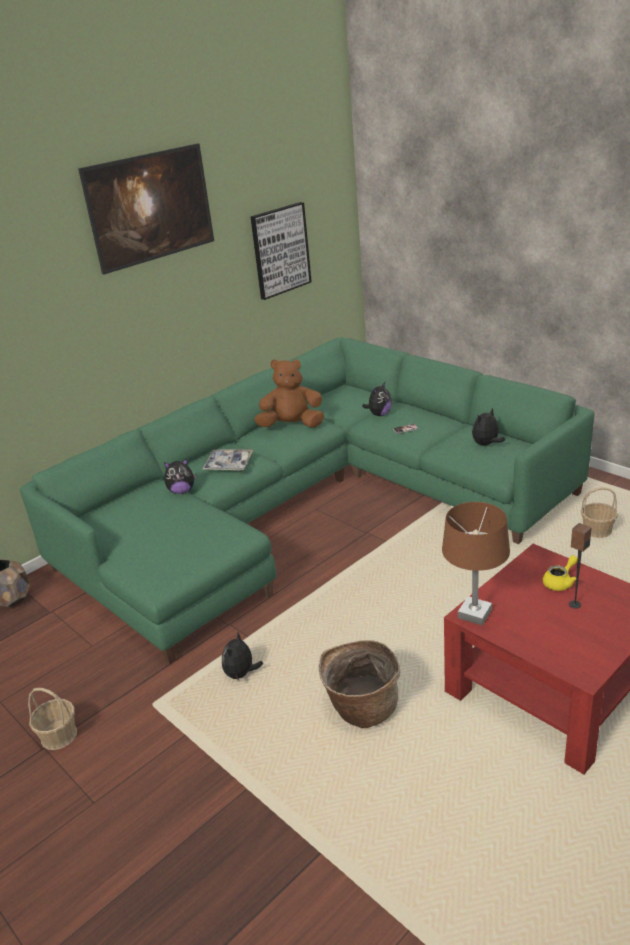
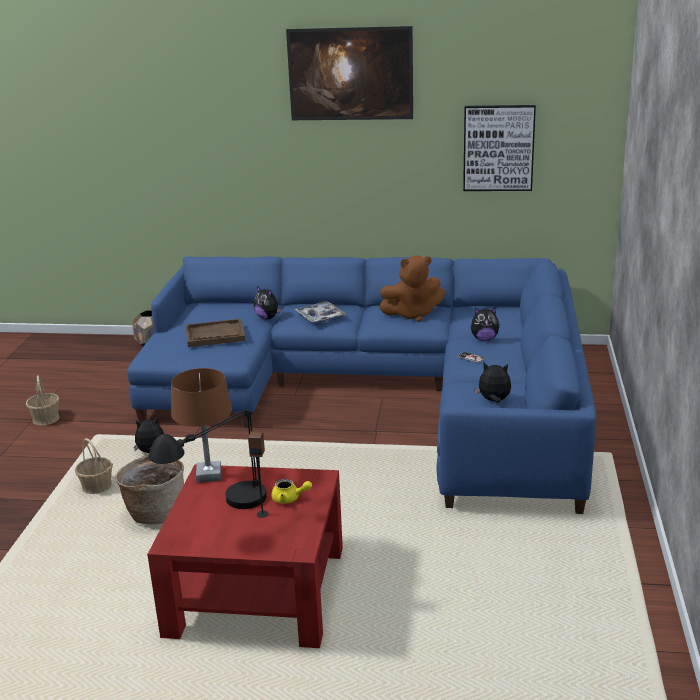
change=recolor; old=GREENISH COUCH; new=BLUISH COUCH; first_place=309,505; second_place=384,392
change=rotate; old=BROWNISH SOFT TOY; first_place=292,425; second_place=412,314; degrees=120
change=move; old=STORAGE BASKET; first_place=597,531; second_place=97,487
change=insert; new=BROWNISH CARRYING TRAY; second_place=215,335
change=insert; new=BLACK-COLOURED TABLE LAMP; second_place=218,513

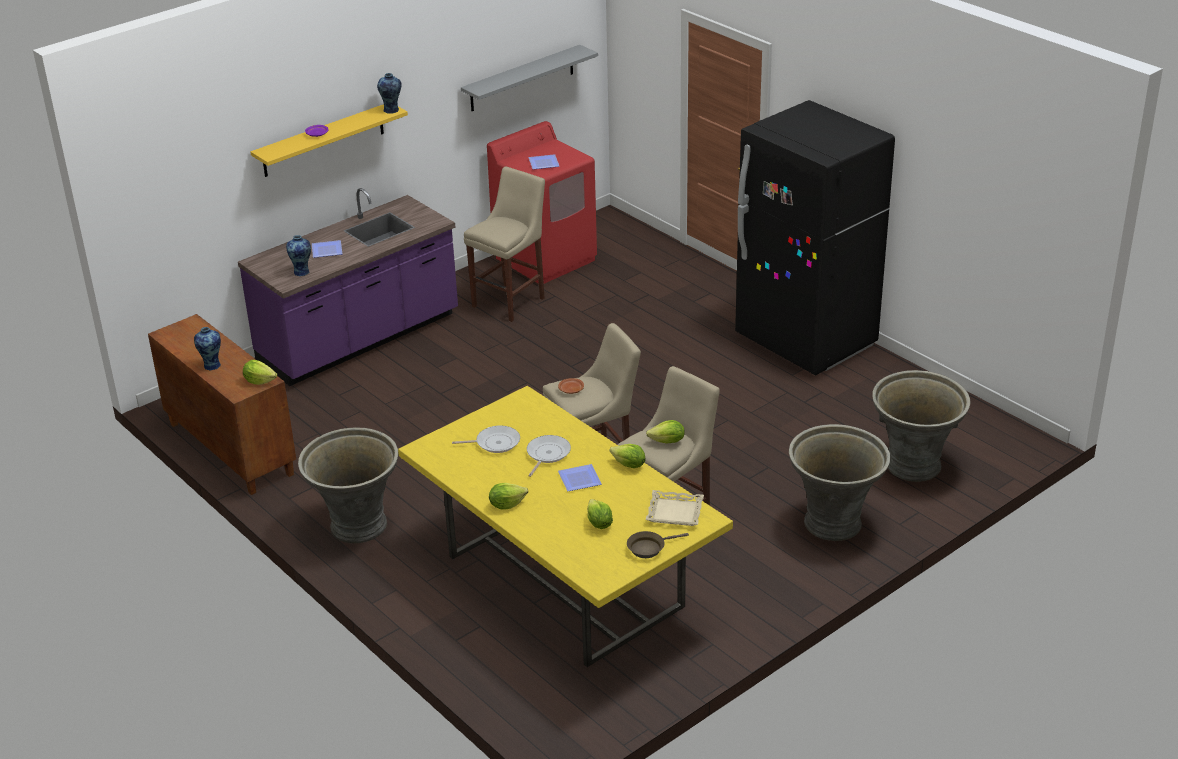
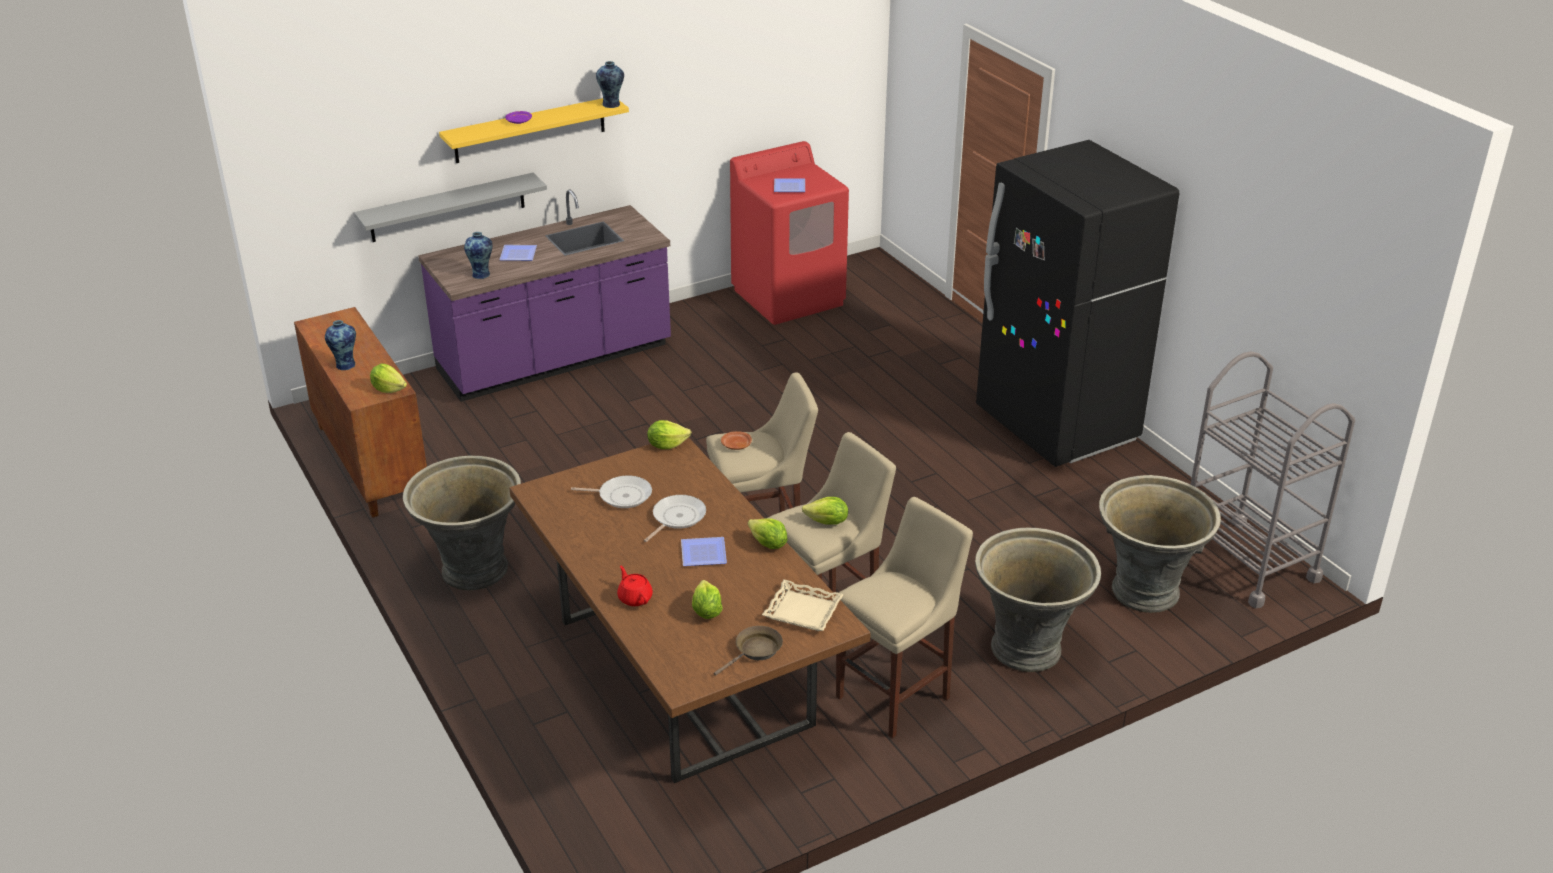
change=move; old=GRAY WALL SHELF; first_place=522,78; second_place=447,207
change=move; old=SAND-COLOURED STOOL SEAT; first_place=511,301; second_place=897,695
change=recolor; old=YELLOW-COLOURED KITCHEN TABLE; new=BROWNISH KITCHEN TABLE; first_place=563,580; second_place=683,669
change=move; old=LETTUCE; first_place=506,504; second_place=667,445
change=rotate; old=BROWNISH PAN; first_place=649,548; second_place=755,651; degrees=150
change=insert; new=GRAY WHEELED CART; second_place=1247,562
change=insert; new=RED-COLOURED TEAPOT; second_place=635,598

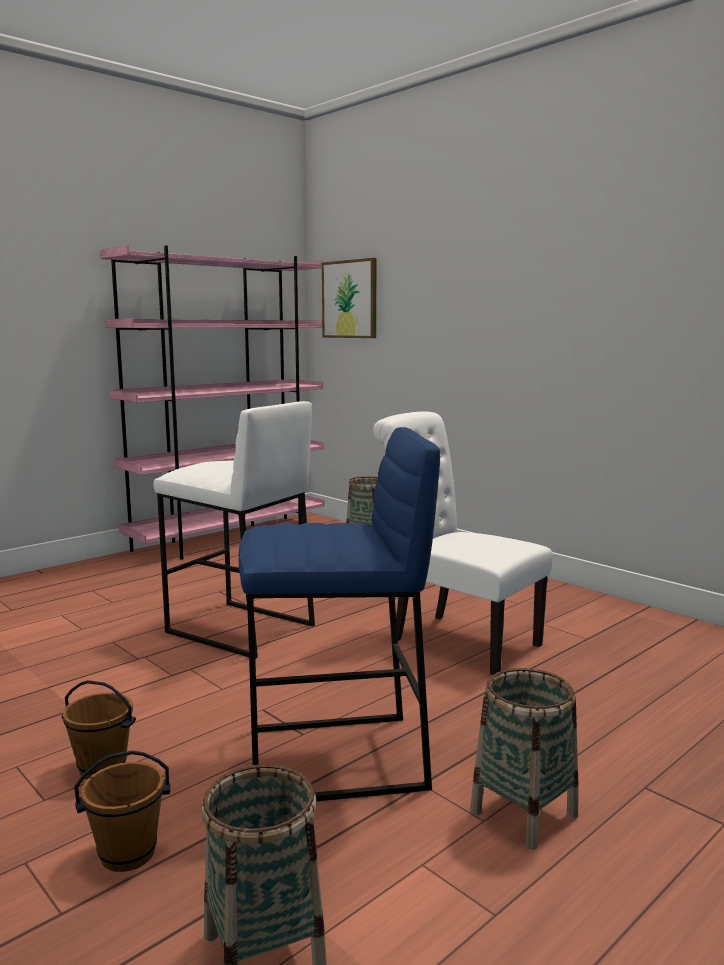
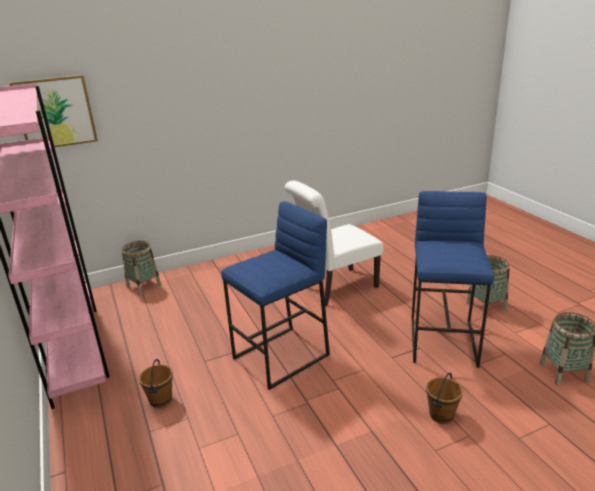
change=recolor; old=WHITE STOOL SEAT; new=BLUISH STOOL SEAT; first_place=239,629; second_place=281,357
change=move; old=BROWNISH WATER BUCKET; first_place=128,853; second_place=160,400

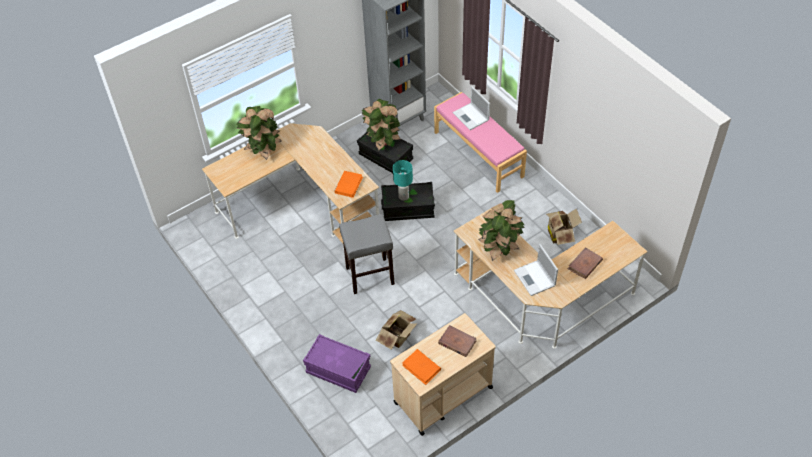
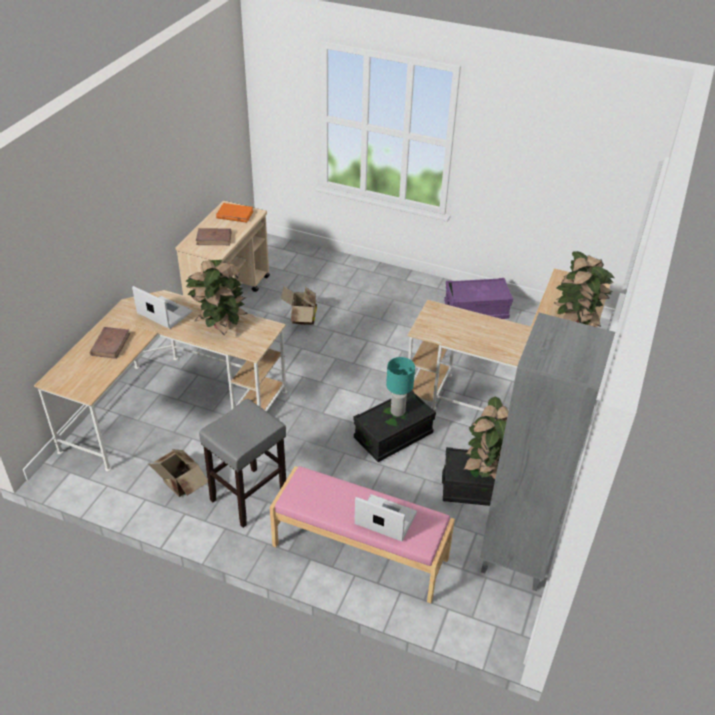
change=delete; old=ORANGE BOUND BOOK; first_place=348,185
change=move; old=GRAY STOOL SEAT; first_place=369,276; second_place=249,496
change=move; old=PURPLISH STORAGE BOX; first_place=338,370; second_place=476,310

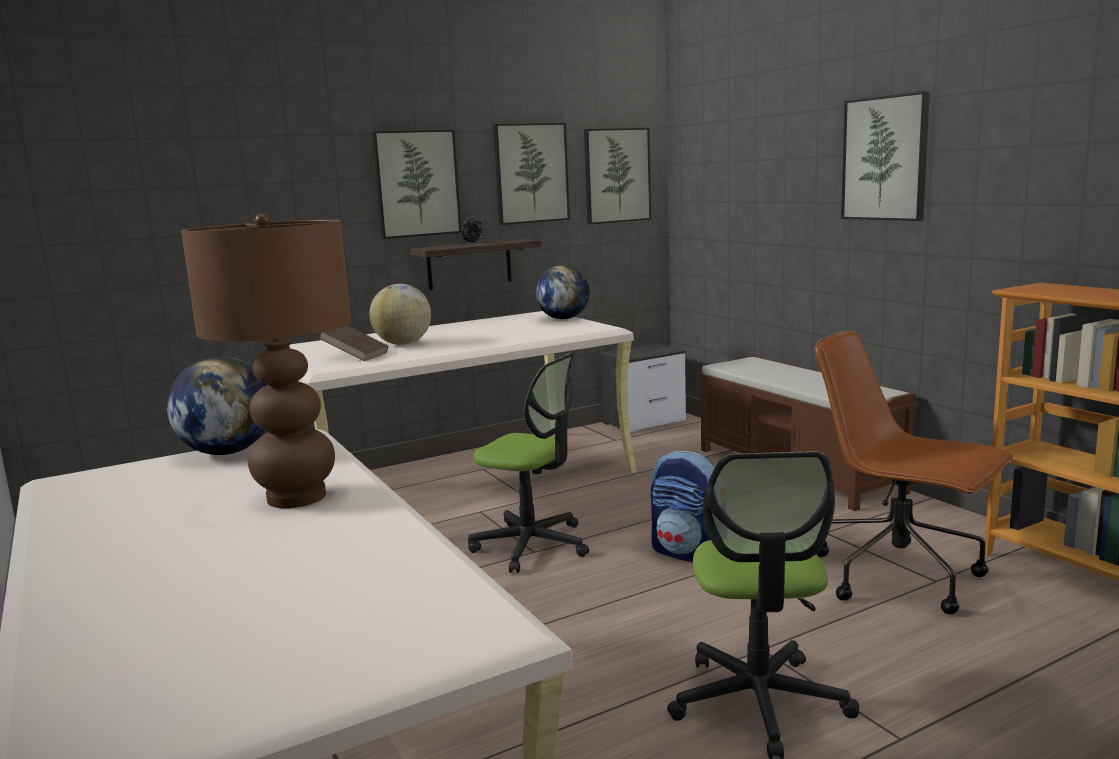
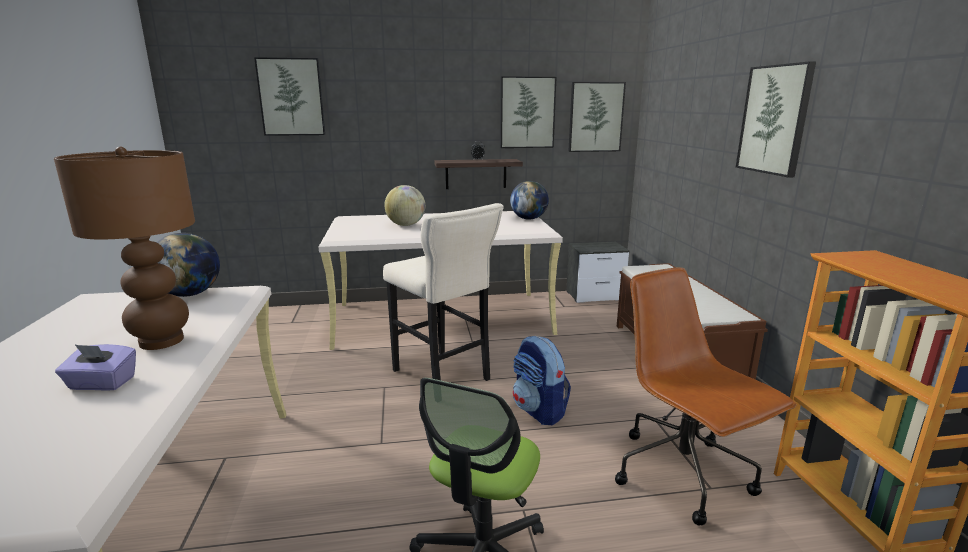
change=move; old=PICTURE; first_place=417,183; second_place=291,97
change=delete; old=BROWNISH BOUND BOOK; first_place=355,356
change=replace; old=OFFICE CHAIR; new=SAND-COLOURED STOOL SEAT; first_place=531,545; second_place=443,377
change=insert; new=PURPLISH TISSUE HOLDER; second_place=102,384

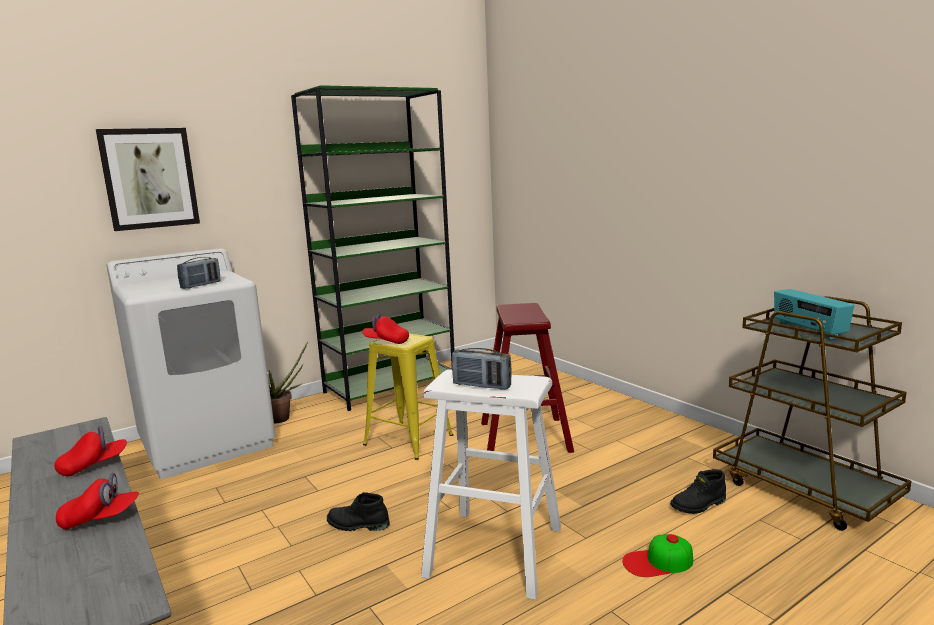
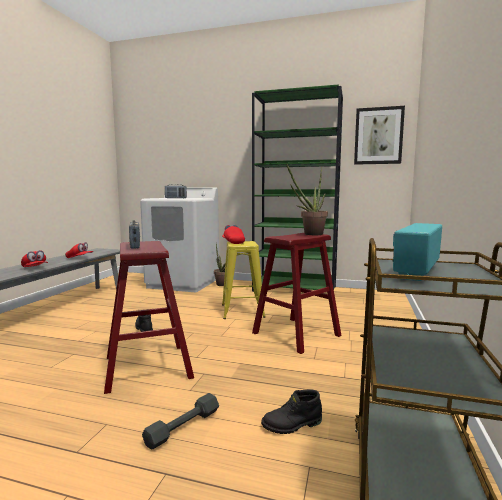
change=move; old=PICTURE; first_place=149,178; second_place=378,136
change=recolor; old=WHITE STOOL SEAT; new=RED-COLOURED STOOL SEAT; first_place=495,551; second_place=148,367
change=rotate; old=BLACK-COLOURED BOOT; first_place=699,505; second_place=292,425; degrees=-45
change=replace; old=PEAKED CAP; new=GRAY DUMBBELL; first_place=658,562; second_place=183,427
change=insert; new=HOUSEPLANT; second_place=309,234

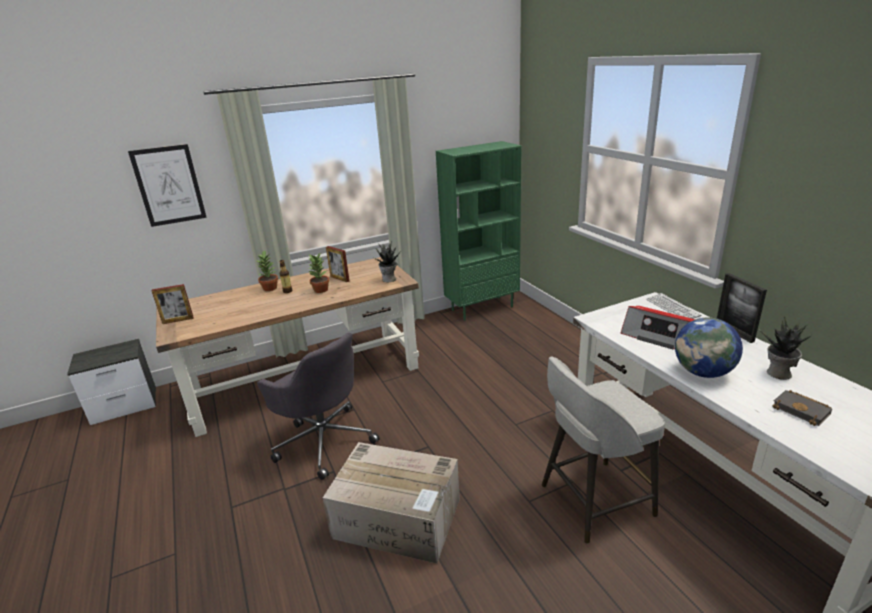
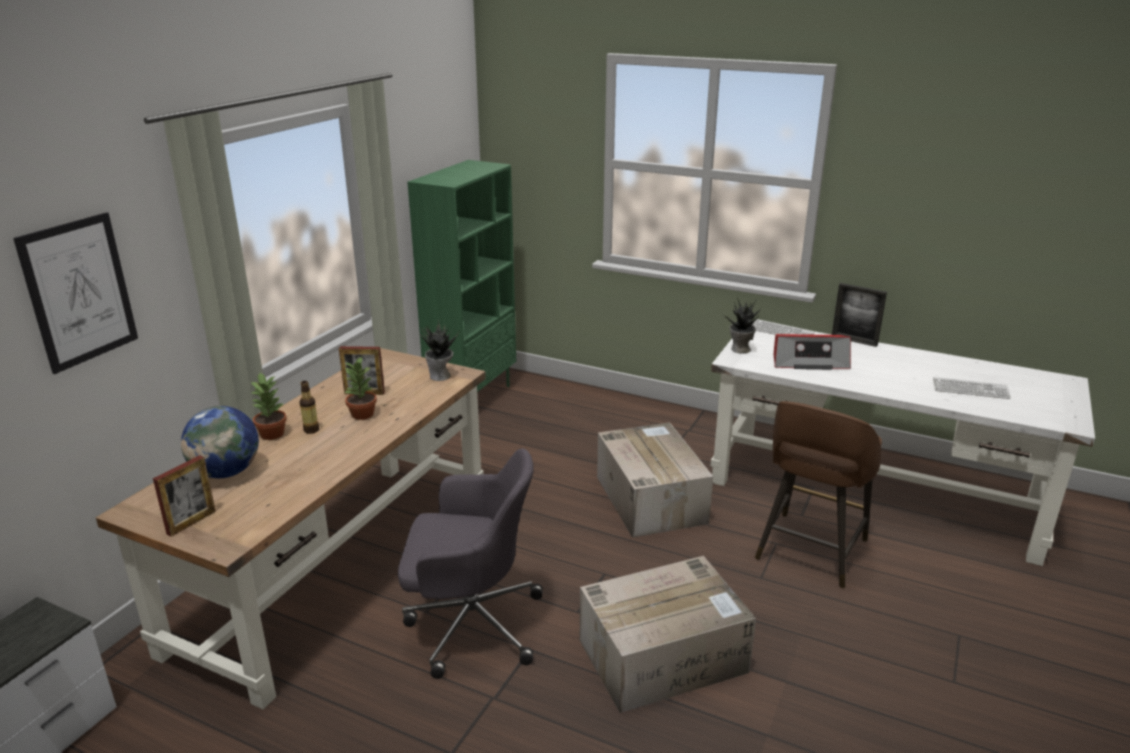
change=move; old=HOUSEPLANT; first_place=778,373; second_place=740,349
change=move; old=GLOBE; first_place=703,372; second_place=226,472
change=recolor; old=GRAY STOOL SEAT; new=BROWNISH STOOL SEAT; first_place=593,501; second_place=810,551
change=replace; old=BLACK-COLOURED BOUND BOOK; new=KEYBOARD; first_place=802,410; second_place=970,389
change=insert; new=CARTON; second_place=649,498

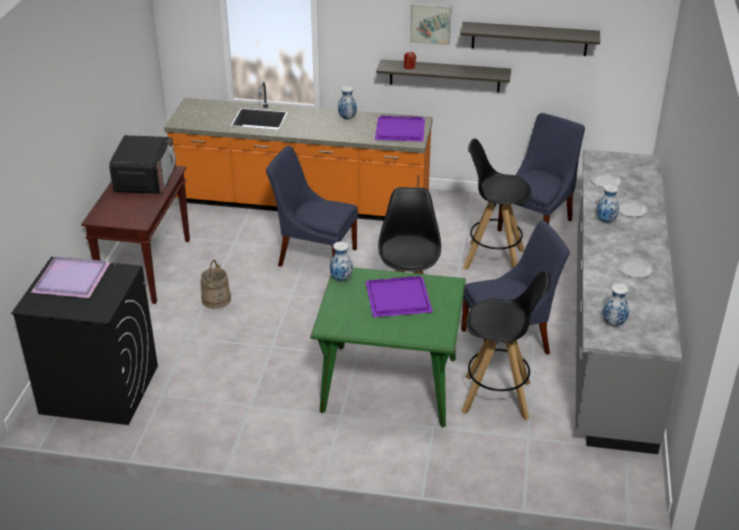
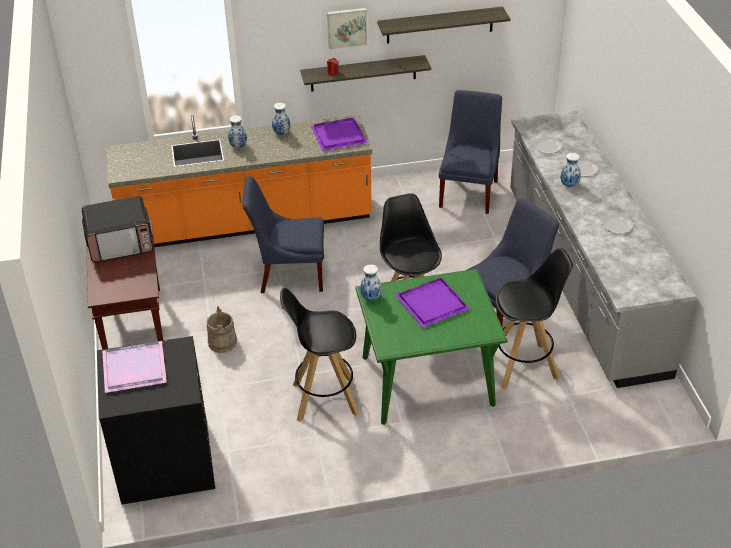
change=rotate; old=MICROWAVE OVEN; first_place=145,180; second_place=121,243; degrees=90
change=move; old=BLACK-COLOURED STOOL SEAT; first_place=493,259; second_place=324,399
change=move; old=DECORATIVE VASE; first_place=613,323; second_place=238,146

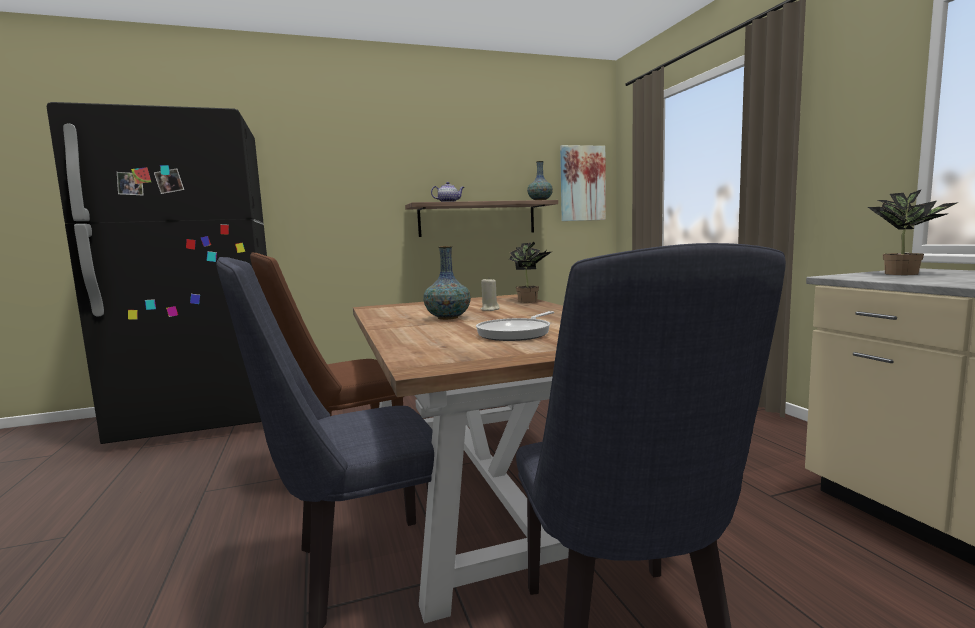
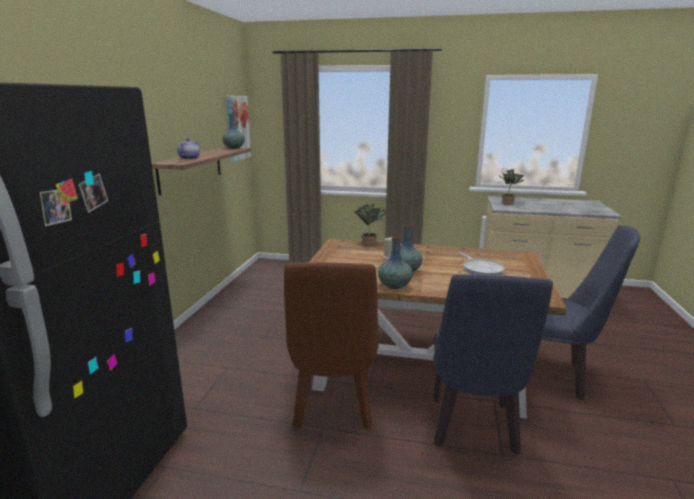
change=insert; new=DECORATIVE VASE; second_place=394,286

